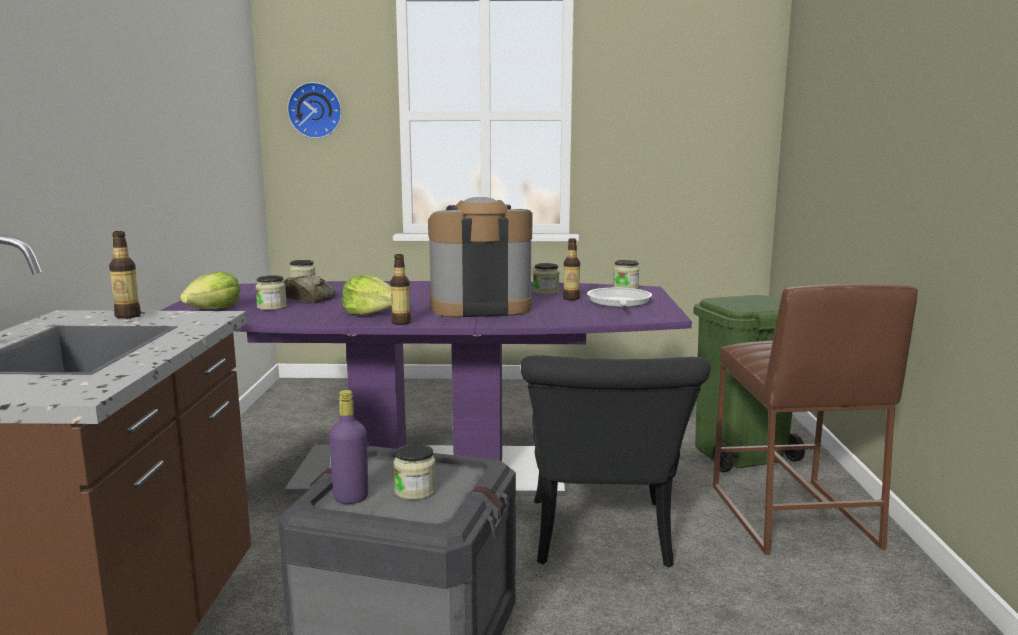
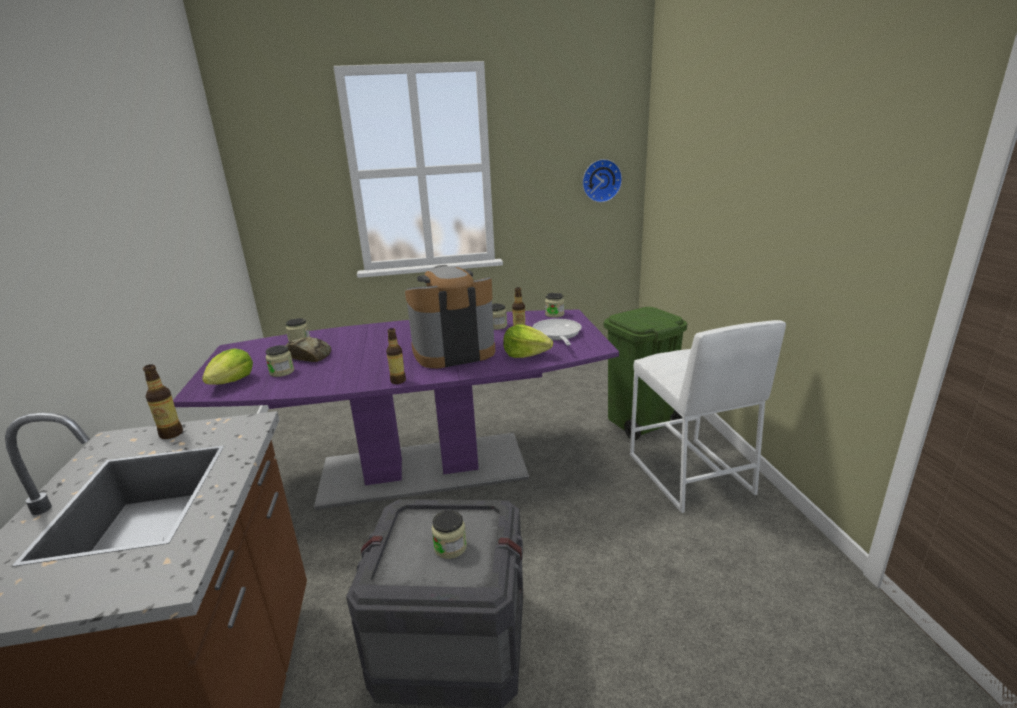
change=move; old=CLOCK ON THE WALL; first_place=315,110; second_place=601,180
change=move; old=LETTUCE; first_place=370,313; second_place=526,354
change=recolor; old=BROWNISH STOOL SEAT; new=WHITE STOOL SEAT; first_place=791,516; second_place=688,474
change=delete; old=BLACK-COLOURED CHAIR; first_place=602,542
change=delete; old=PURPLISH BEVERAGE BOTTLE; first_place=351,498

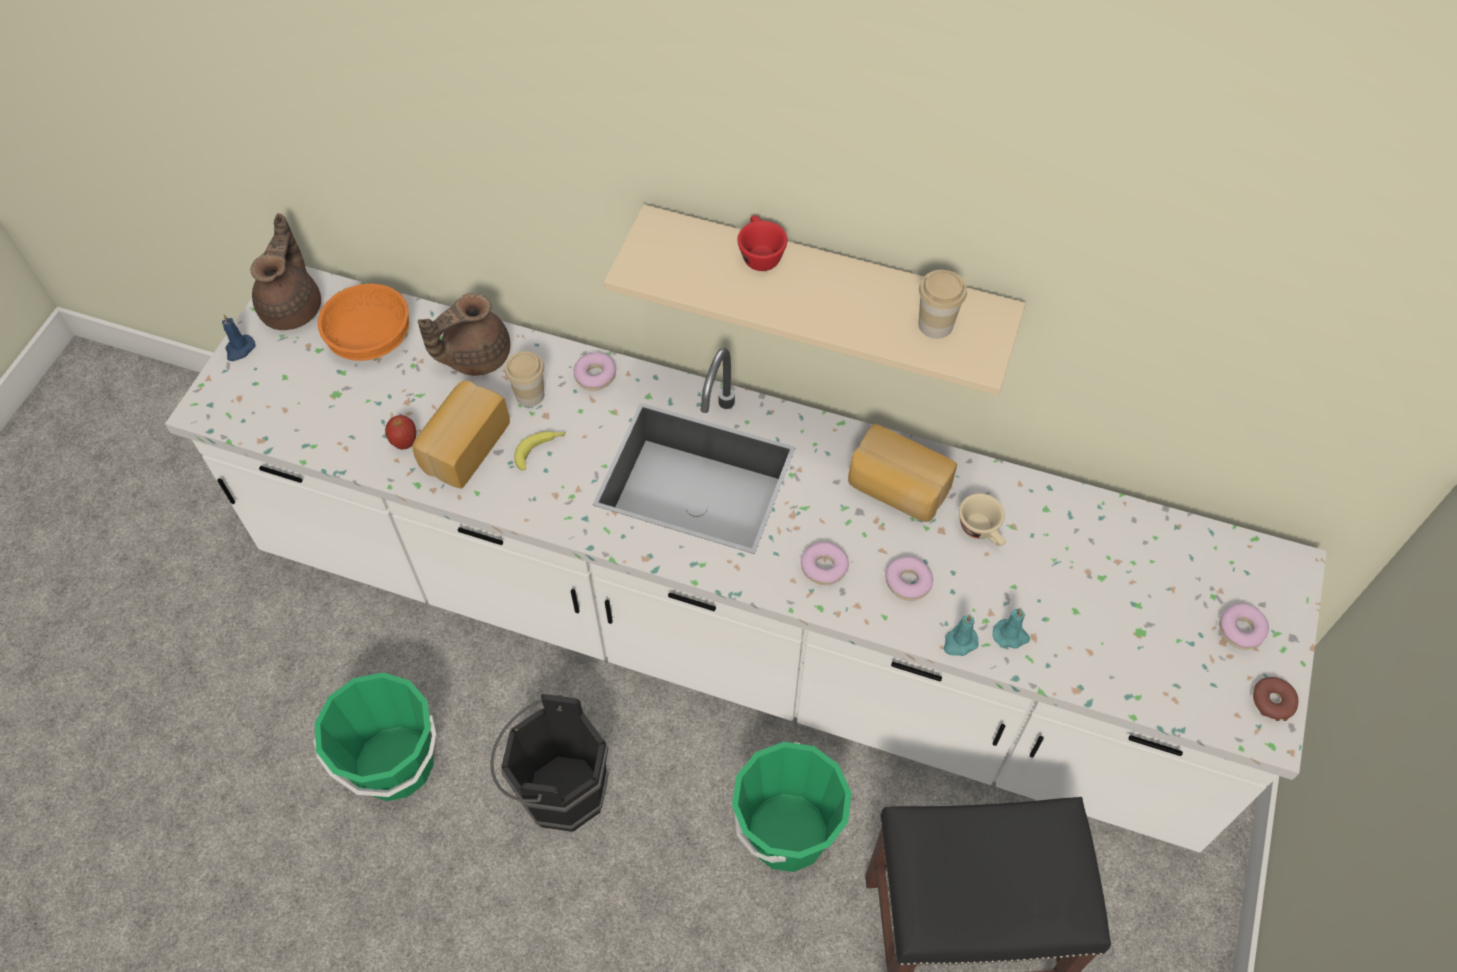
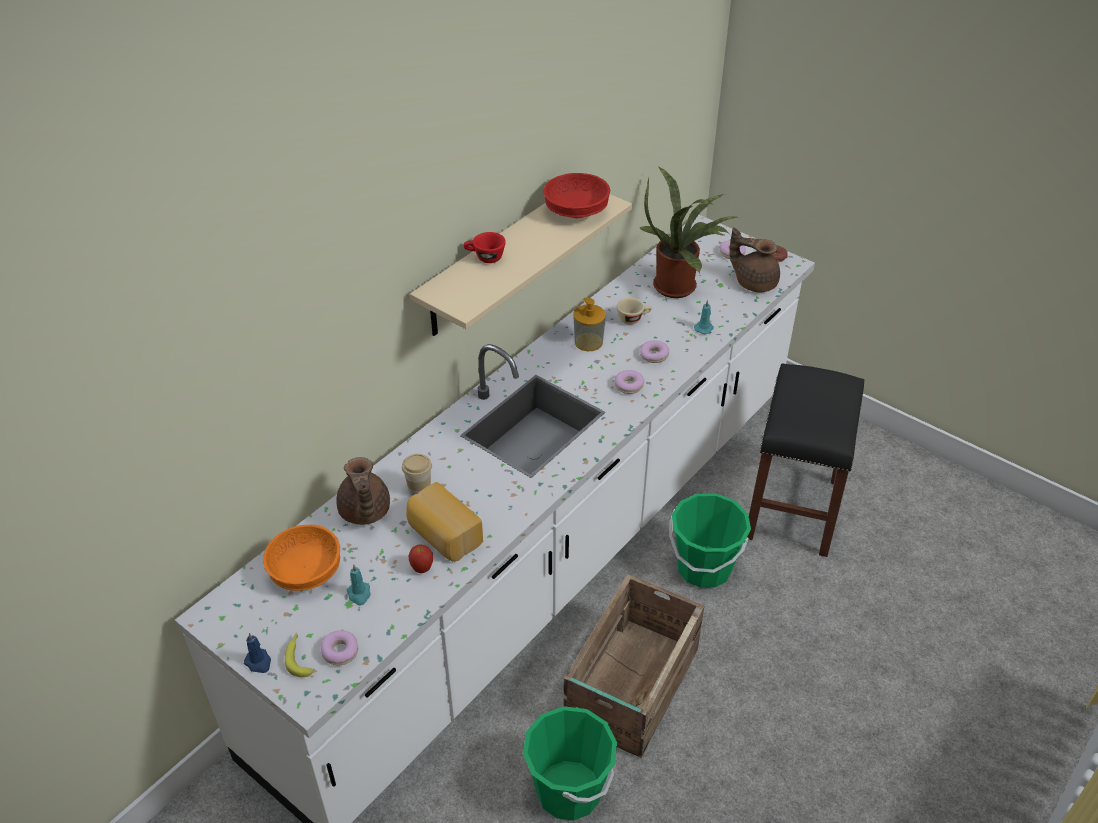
change=move; old=BROWNISH TEAPOT; first_place=293,307; second_place=754,282
change=replace; old=CUP; new=RED-COLOURED SERVING BOWL; first_place=935,325; second_place=577,211
change=move; old=DOUGHNUT; first_place=595,376; second_place=340,651
change=replace; old=BAKED BREAD; new=SOAP BOTTLE; first_place=896,489; second_place=588,342
change=move; old=BANANA FRUIT; first_place=541,450; second_place=299,657
change=move; old=TURQUOISE WAX CANDLE; first_place=959,642; second_place=359,594
change=replace; old=BLACK-COLOURED WATER BUCKET; new=PACKING CRATE; first_place=557,790; second_place=630,687
change=insert; new=HOUSEPLANT; second_place=679,286

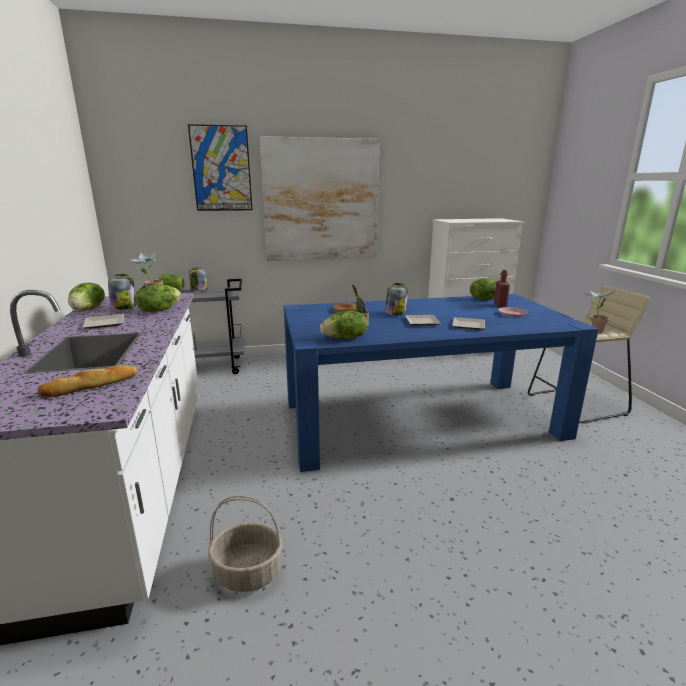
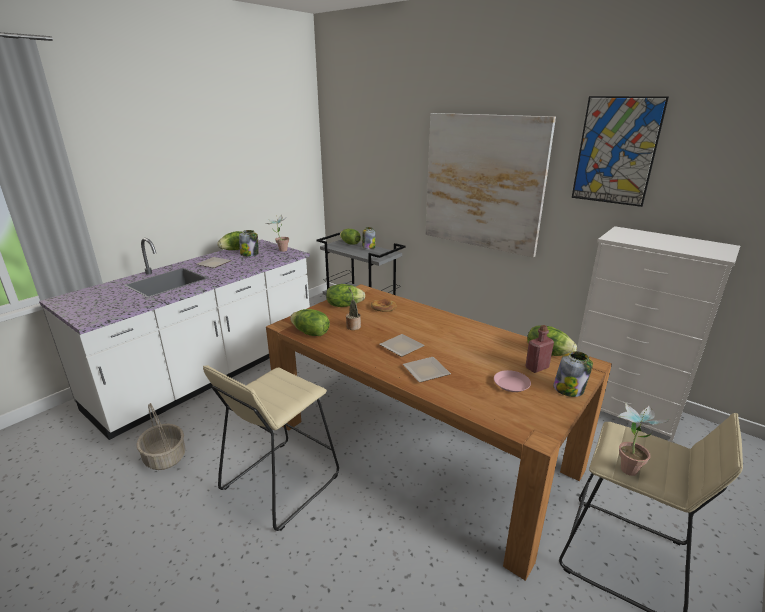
change=move; old=PICTURE; first_place=221,169; second_place=616,151
change=move; old=JAR; first_place=395,313; second_place=569,389
change=move; old=LETTUCE; first_place=159,310; second_place=344,305
change=recolor; old=BLUISH KITCHEN TABLE; new=BROWNISH KITCHEN TABLE; first_place=420,418; second_place=421,445
change=delete; old=BAKED BREAD; first_place=92,385
change=insert; new=SAND-COLOURED STOOL SEAT; second_place=280,482

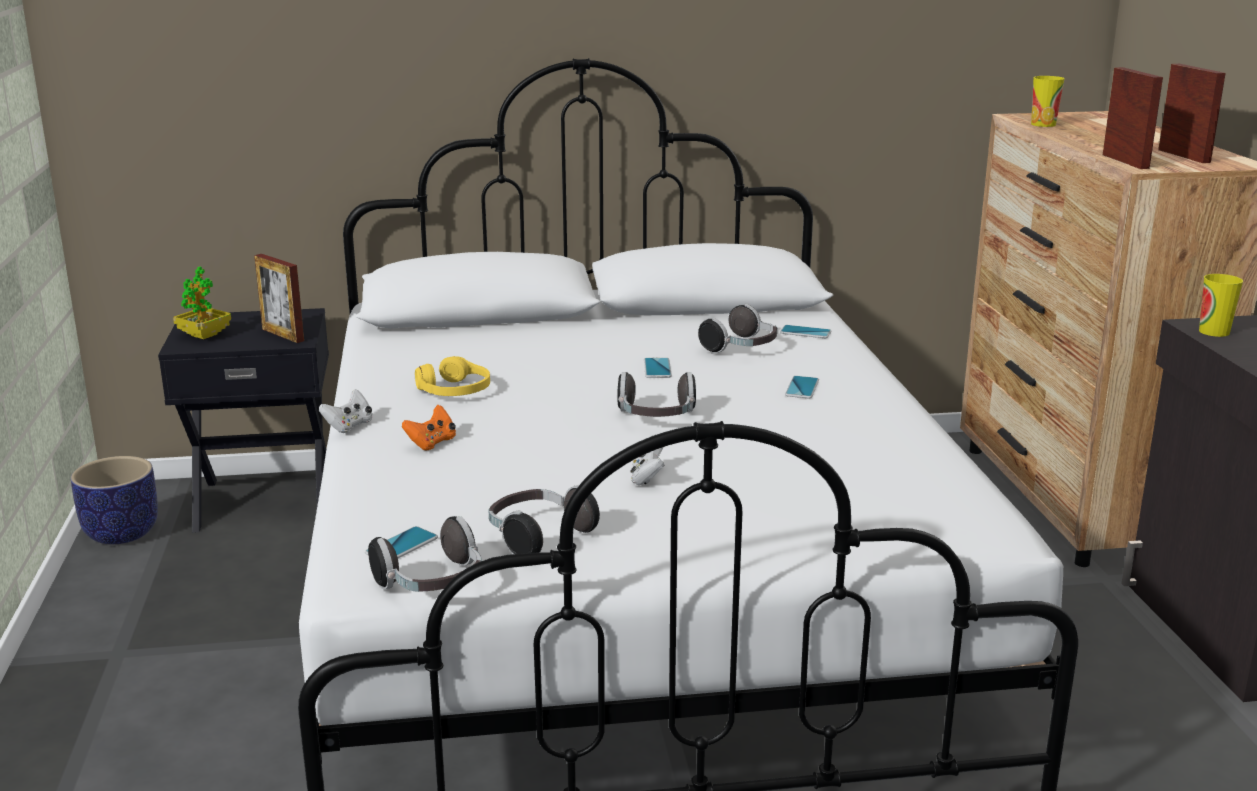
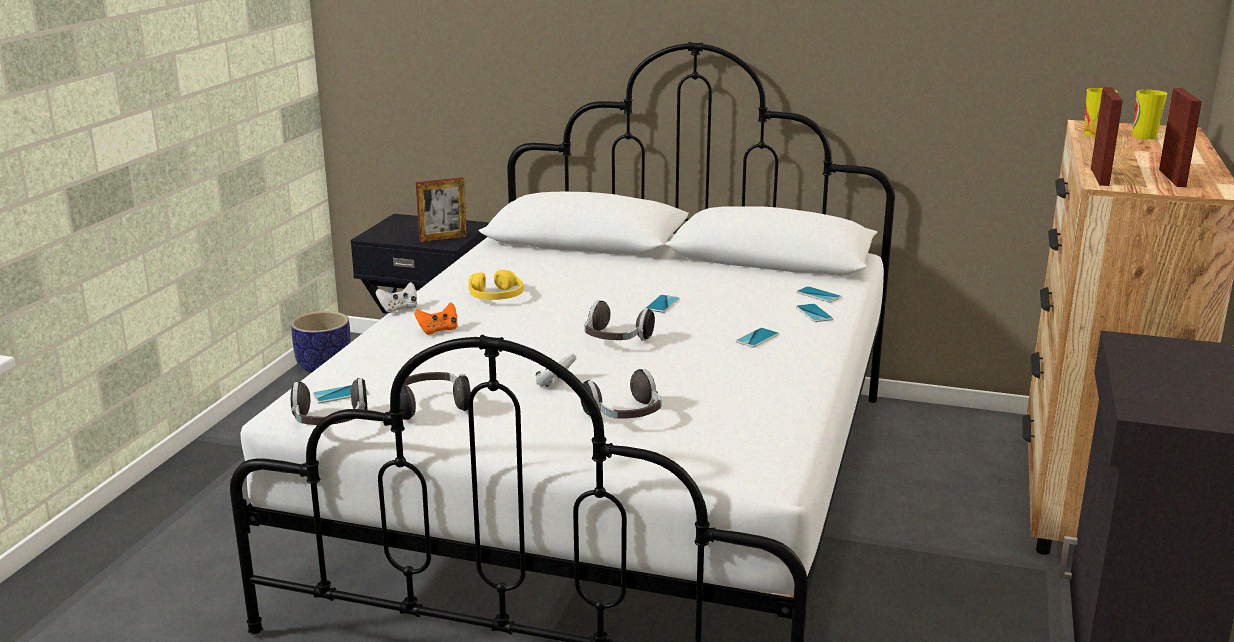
change=rotate; old=PICTURE FRAME; first_place=283,335; second_place=443,238; degrees=-90
change=delete; old=HOUSEPLANT; first_place=204,335
change=move; old=CUP; first_place=1214,332; second_place=1144,136
change=move; old=HEADPHONES; first_place=741,348; second_place=625,416
change=insert; new=TELEPHONE; second_place=814,313

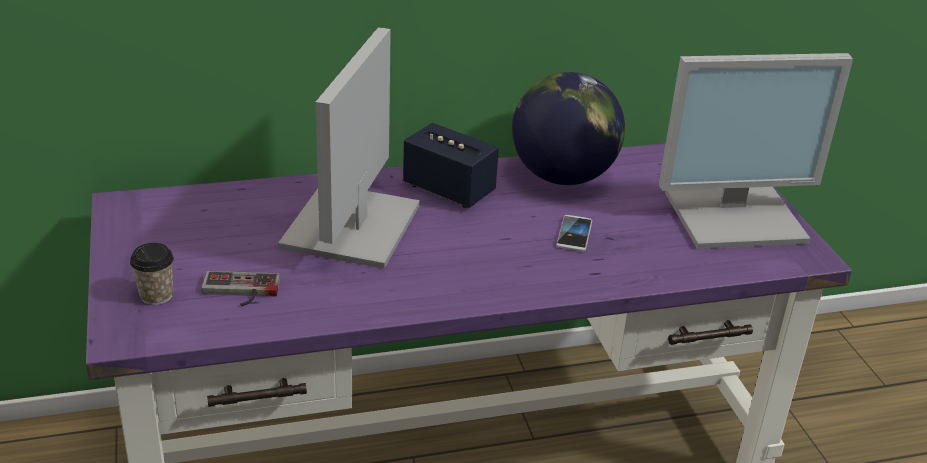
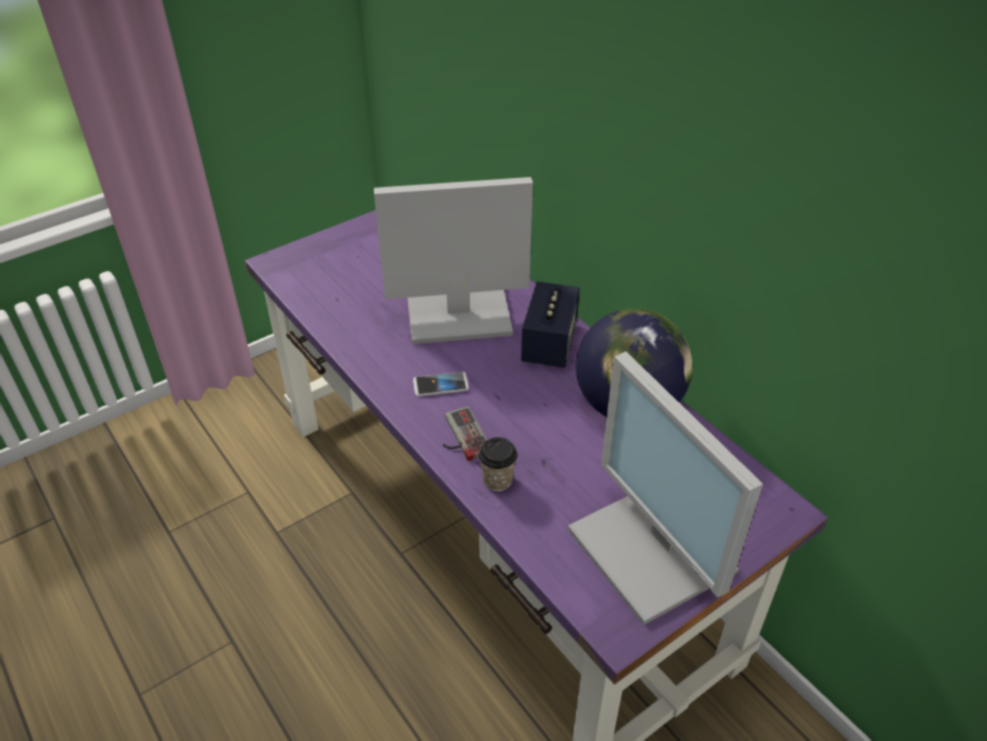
change=move; old=TELEPHONE; first_place=574,234; second_place=440,385
change=move; old=CUP; first_place=156,295; second_place=497,480
change=move; old=GAME CONTROLLER; first_place=240,292; second_place=460,437

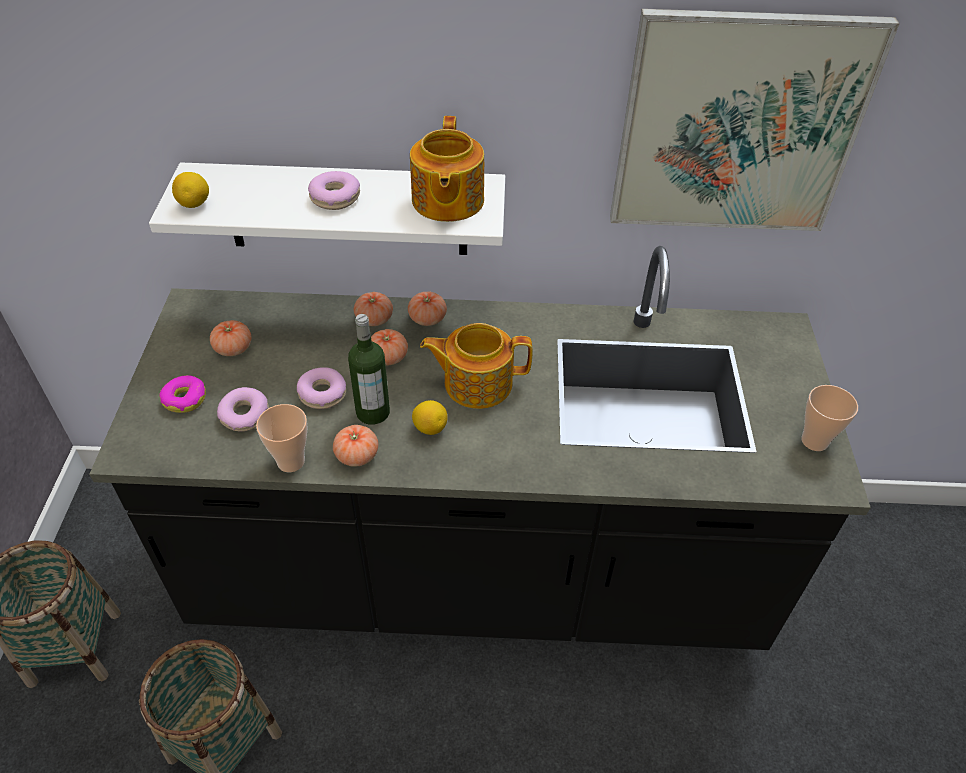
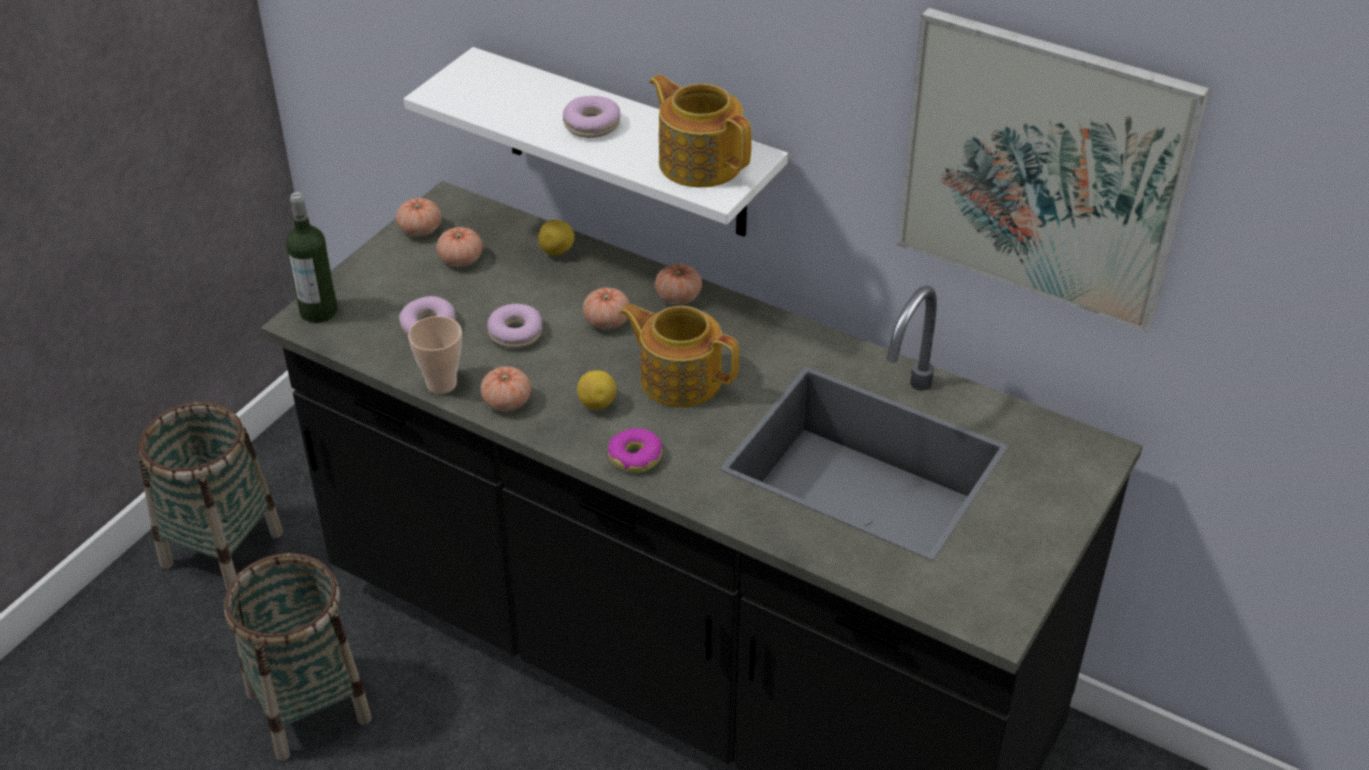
change=rotate; old=TEAPOT; first_place=446,201; second_place=699,162; degrees=105
change=move; old=WHOLE LEMON; first_place=195,204; second_place=557,251
change=move; old=FRESH TOMATO; first_place=374,319; second_place=420,230
change=move; old=BEVERAGE BOTTLE; first_place=373,412; second_place=318,311
change=move; old=DOUGHNUT; first_place=185,399; second_place=635,457
change=delete; old=CUP; first_place=814,441

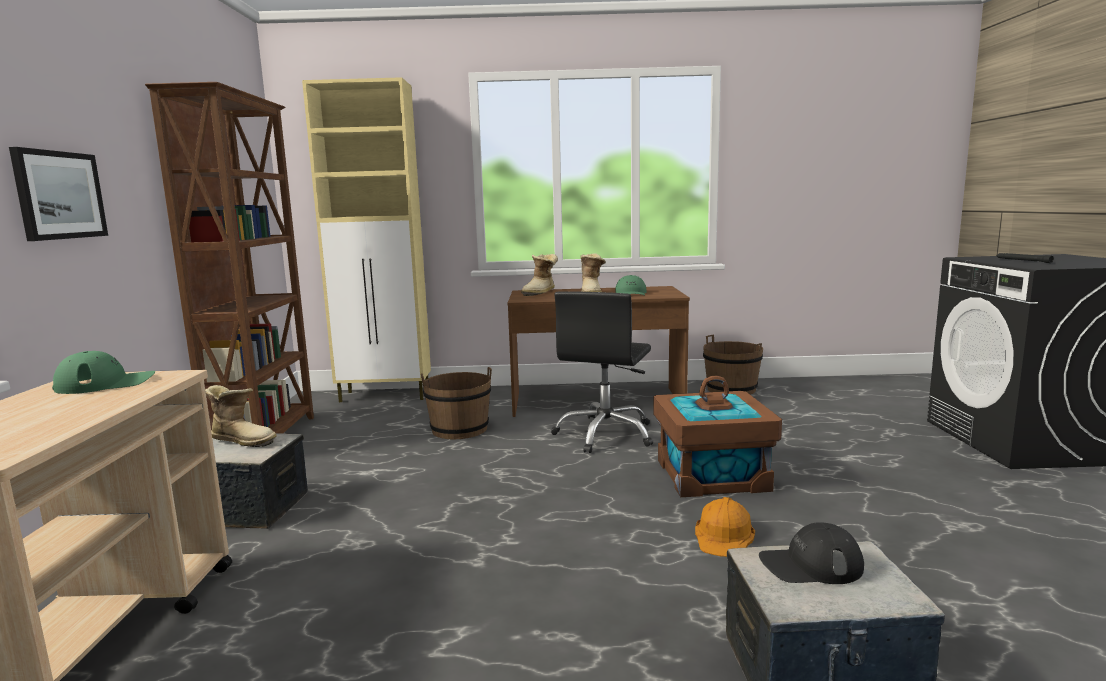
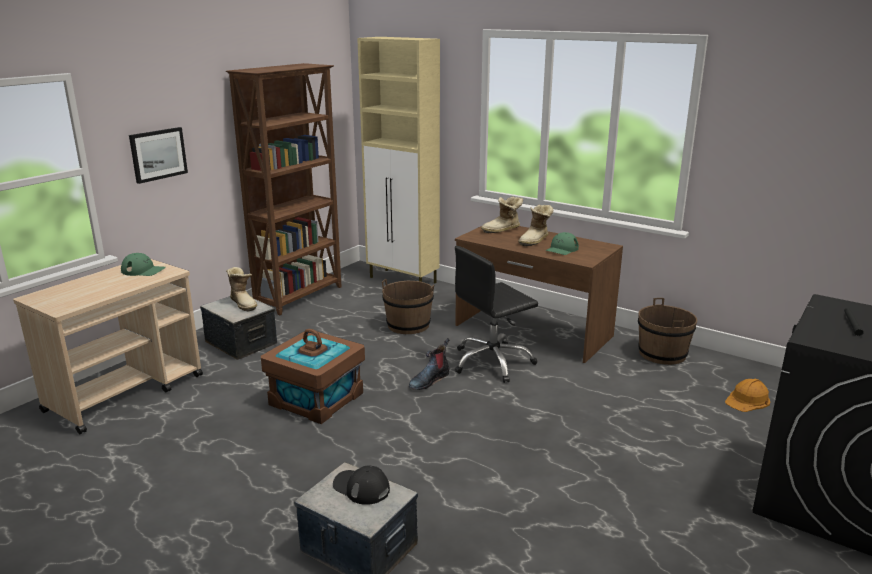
change=move; old=BROWNISH STORAGE BOX; first_place=712,475; second_place=316,399
change=move; old=ORANGE WORK HELMET; first_place=724,535; second_place=747,400
change=insert; new=BOOT; second_place=429,380

